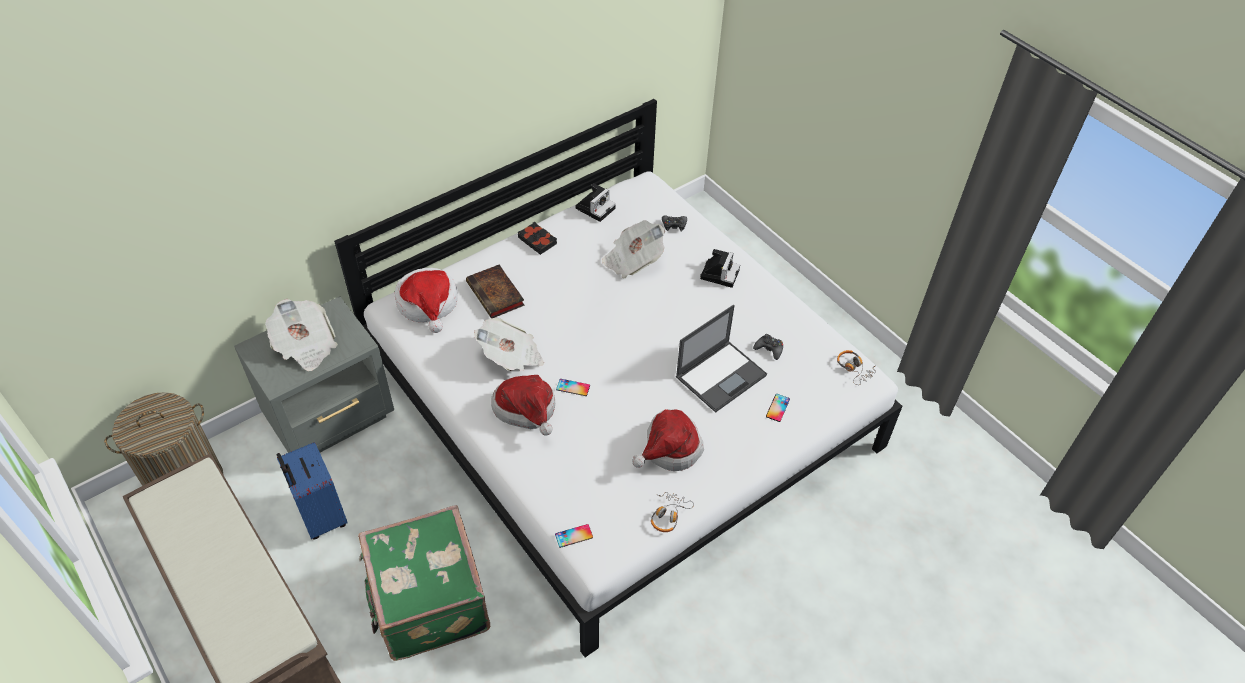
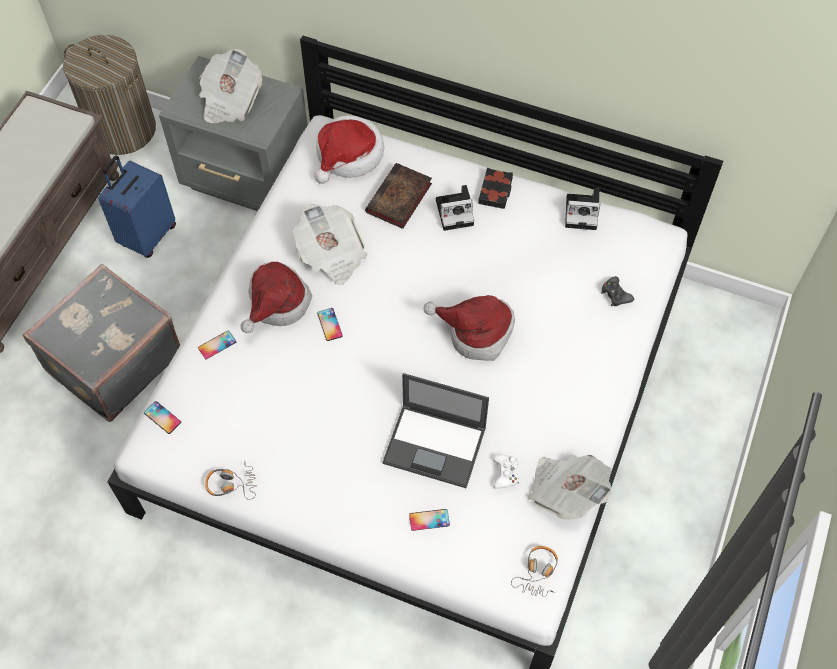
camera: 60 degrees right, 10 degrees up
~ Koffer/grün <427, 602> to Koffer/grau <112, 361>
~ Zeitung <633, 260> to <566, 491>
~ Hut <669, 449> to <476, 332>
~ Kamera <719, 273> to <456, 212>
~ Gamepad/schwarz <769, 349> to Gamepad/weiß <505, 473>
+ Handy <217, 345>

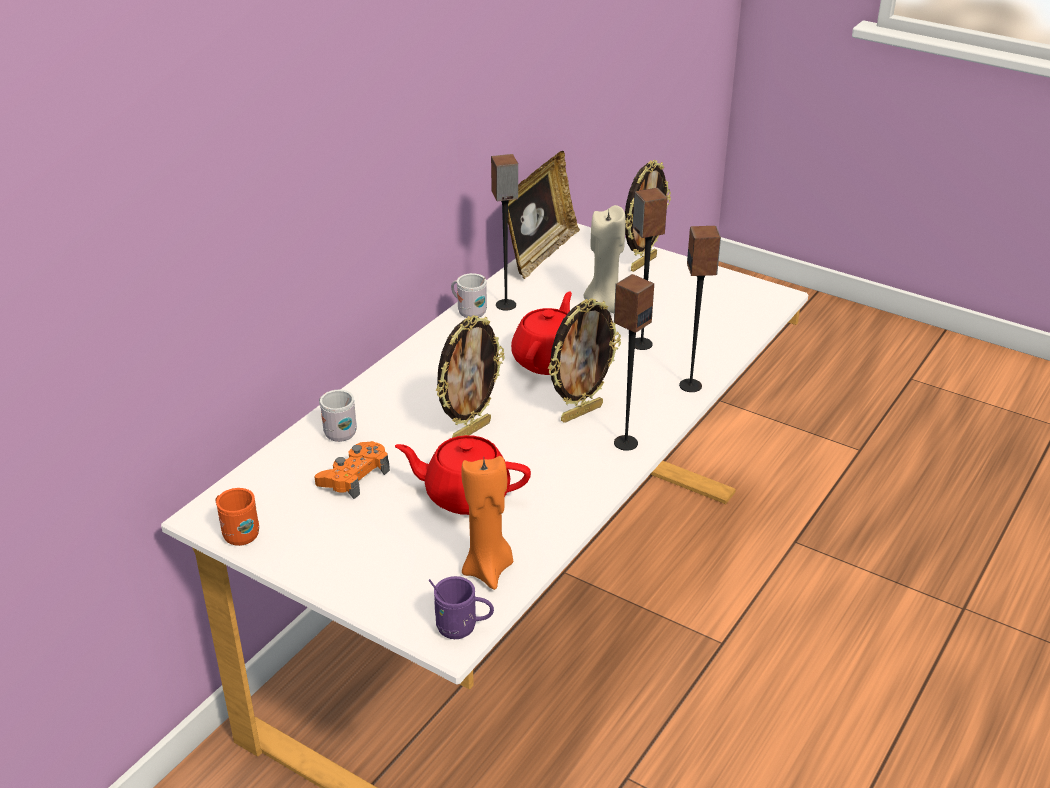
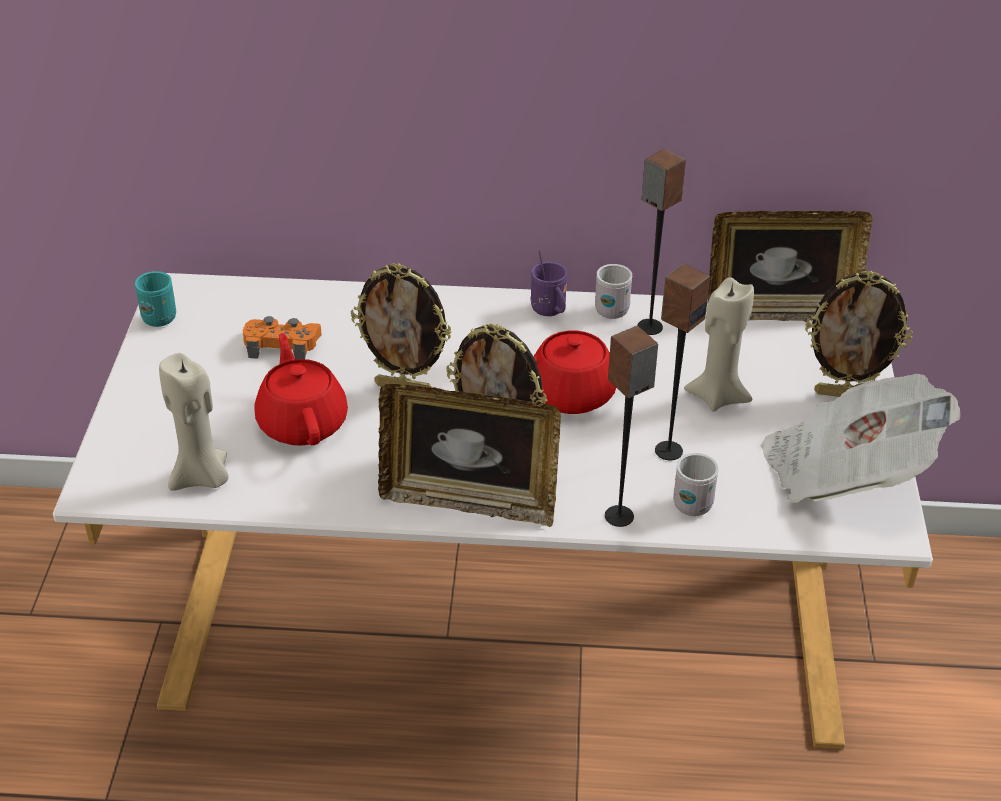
camera: 60 degrees right, 5 degrees up
~ Henkelbecher/orange <237, 533> to Henkelbecher/türkis <161, 315>
~ Henkelbecher/weiß <337, 432> to <694, 501>
~ Henkelbecher/lila <462, 628> to <550, 312>
~ Kerze/orange <488, 569> to Kerze/beige <202, 478>
~ Lautsprecher <625, 443> to Bilderrahmen <469, 501>
+ Zeitung <846, 472>

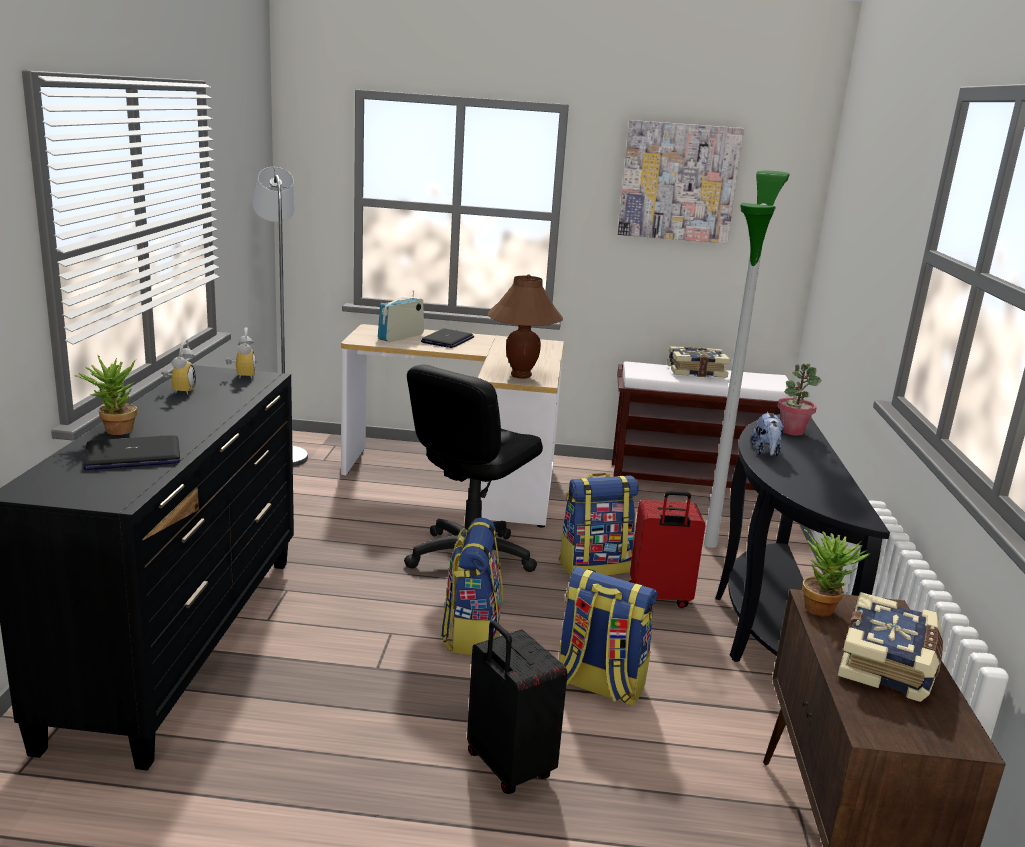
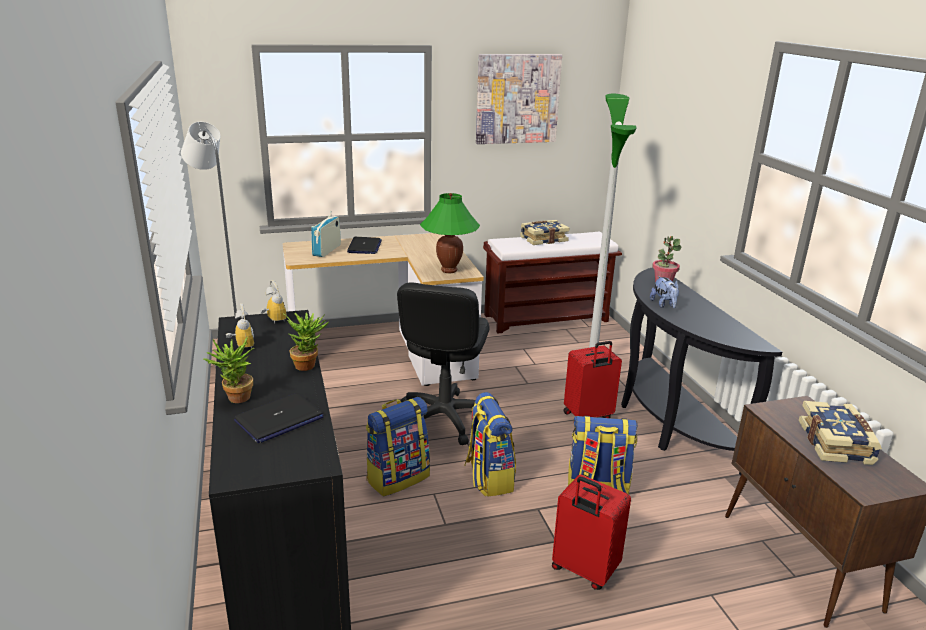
camera: 20 degrees left, 5 degrees up
~ Koffer/schwarz <507, 767> to Koffer/rot <583, 570>
~ Tischlampe/braun <521, 375> to Tischlampe/grün <449, 270>
~ Rucksack <594, 566> to <398, 477>
~ Topfpflanze <823, 608> to <308, 364>

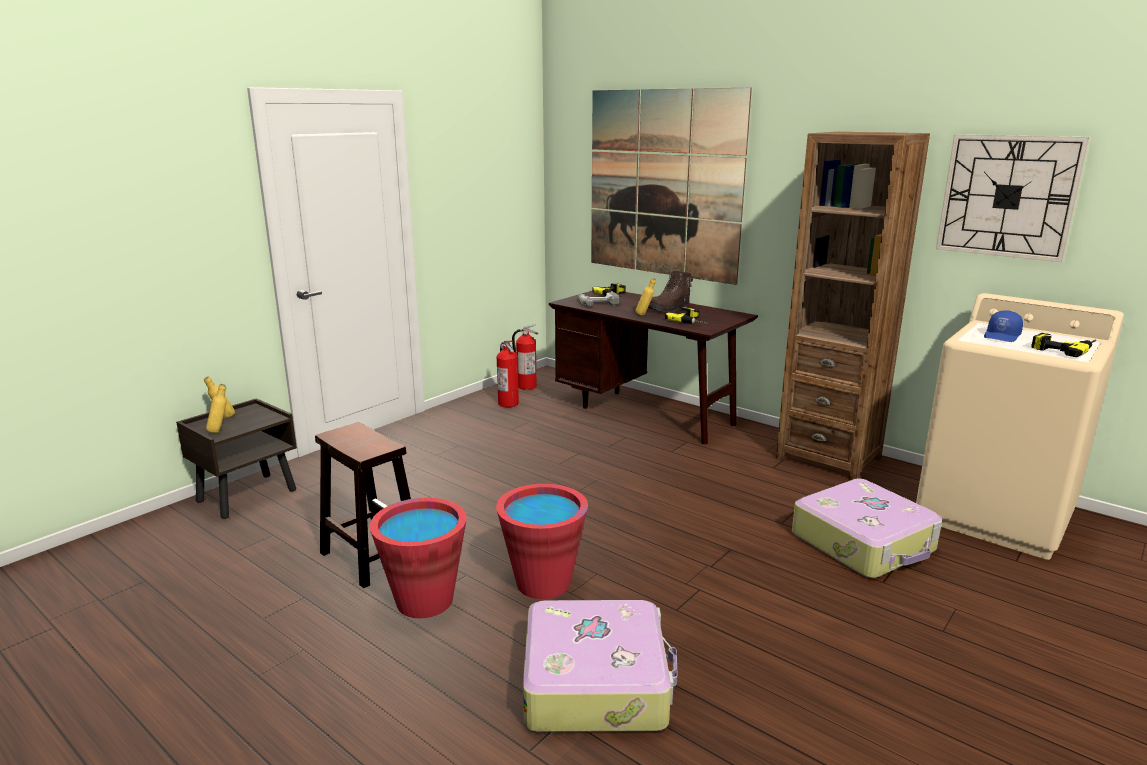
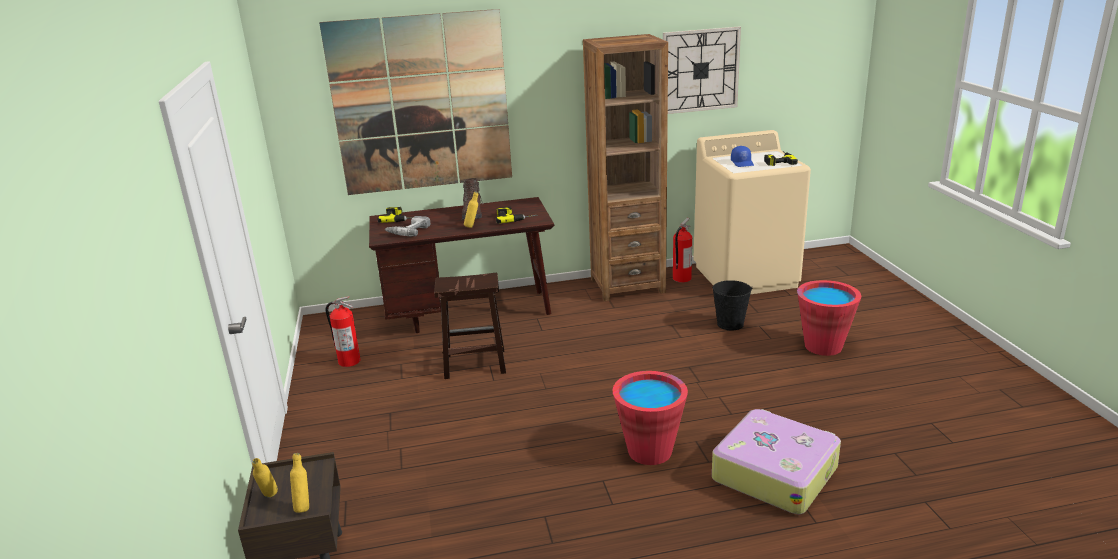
camera: 50 degrees left, 5 degrees up
~ Hocker/braun <370, 556> to <473, 364>
~ Eimer/rot <424, 601> to <823, 346>
~ Feuerlöscher <526, 386> to <681, 279>
~ Koffer <864, 543> to Eimer/schwarz <730, 324>

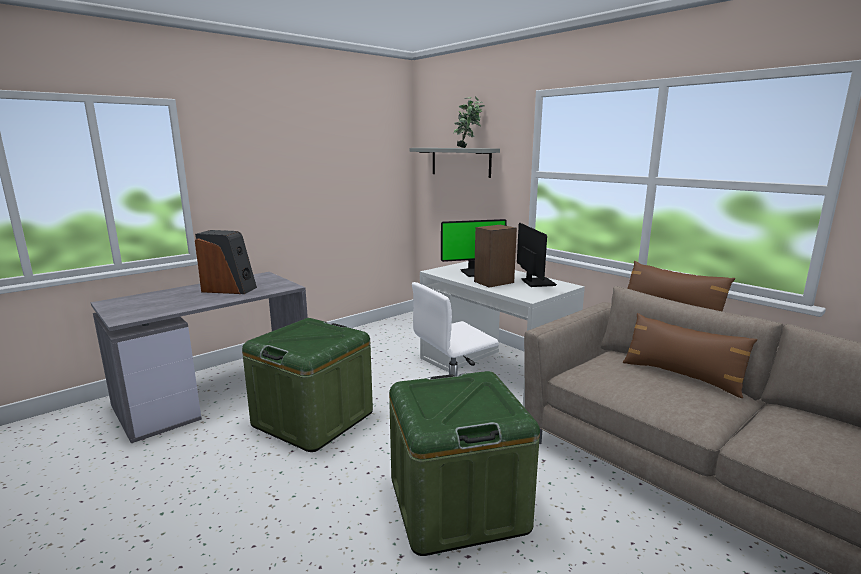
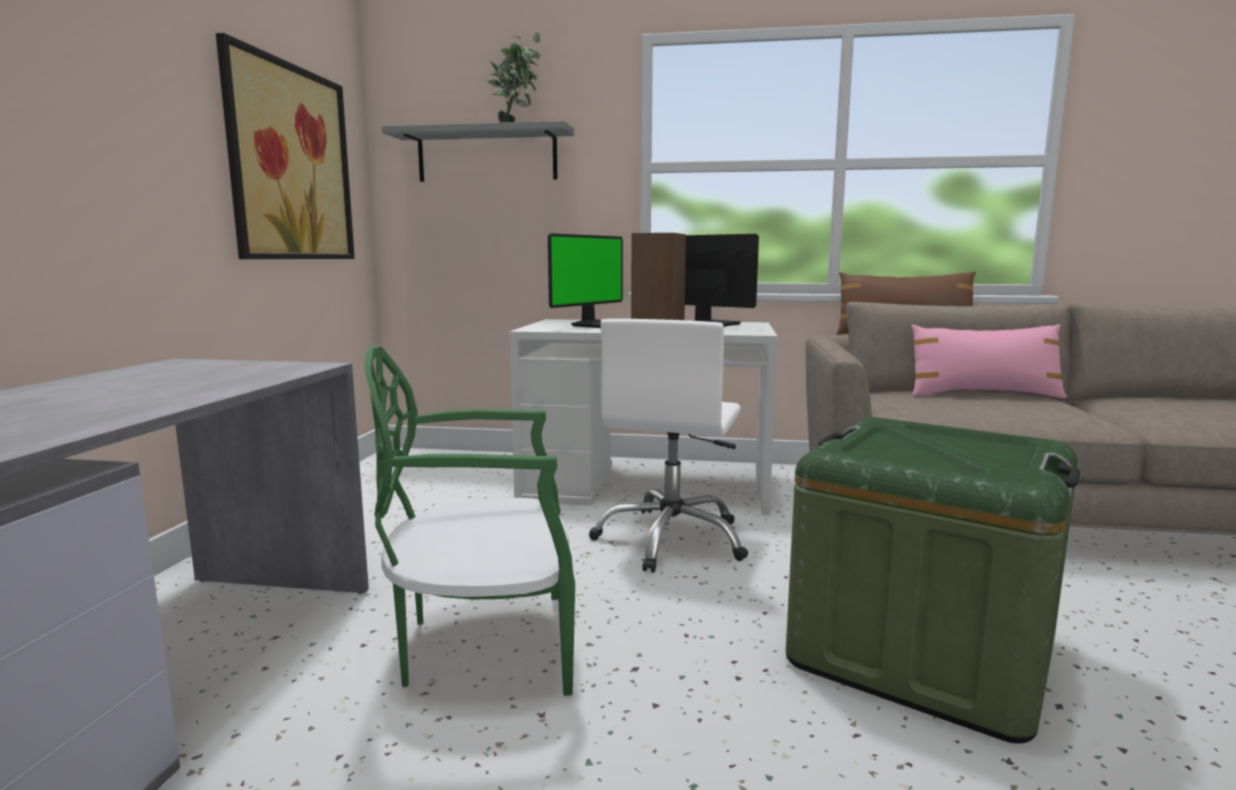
camera: 40 degrees left, 5 degrees down
- Lautsprecher <229, 289>
~ Aufbewahrungsbox/grün <313, 419> to Stuhl/grün <485, 645>
~ Kissen/braun <681, 376> to Kissen/rosa <983, 395>
+ Bild <290, 163>

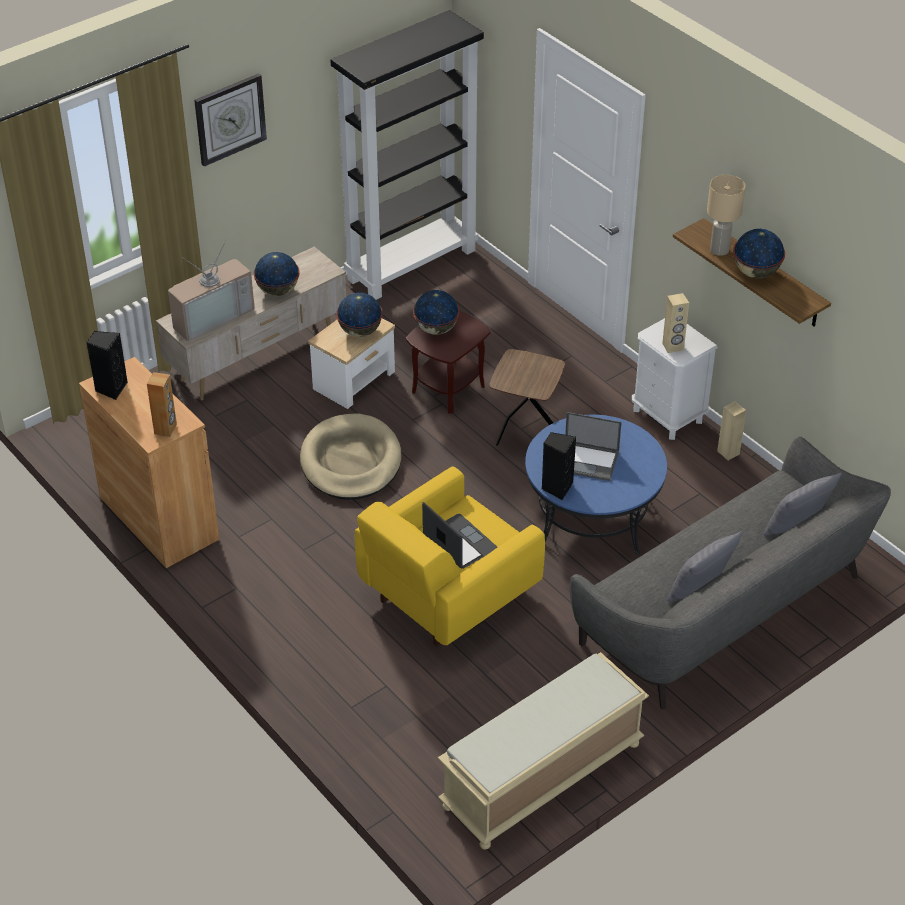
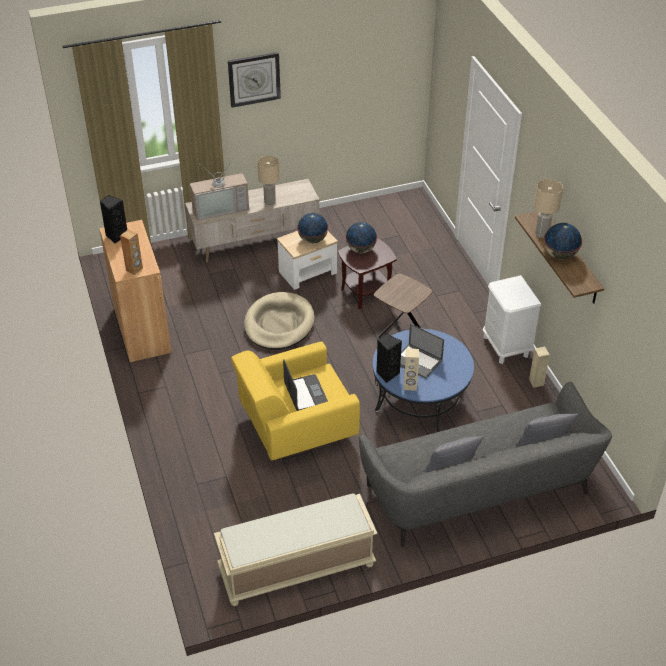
camera: 20 degrees right, 0 degrees up
~ Globus <278, 290> to Tischlampe/beige <270, 201>
- Bücherregal/schwarz <412, 264>
~ Lautsprecher/beige <673, 347> to <410, 386>

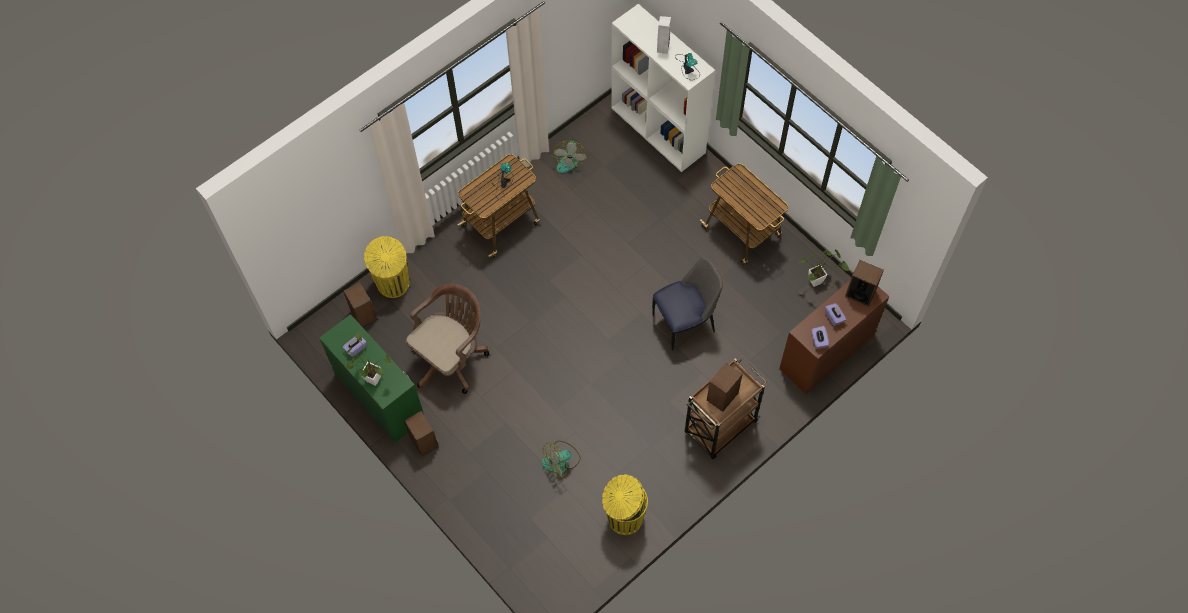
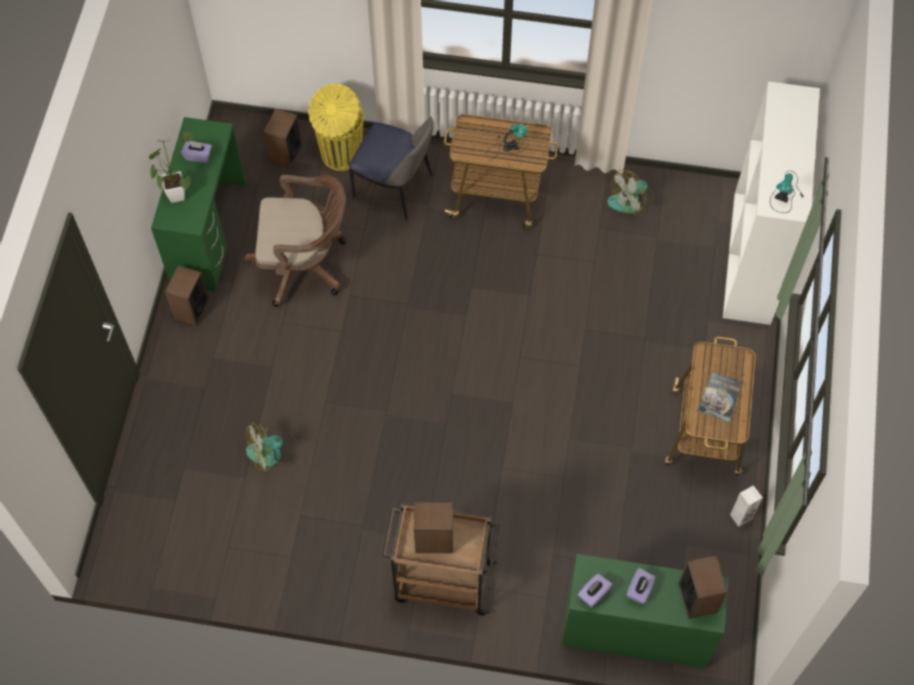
camera: 50 degrees right, 0 degrees up
~ Ventilator <561, 461> = <272, 451> 45 degrees counterclockwise
- Mülleimer/gelb <624, 518>
~ Stuhl <685, 322> to <395, 188>
~ Lautsprecher/weiß <663, 48> to <741, 517>
~ Schreibtisch/braun <827, 352> to Schreibtisch/grün <635, 631>
- Topfpflanze <818, 280>
+ Buch <719, 397>

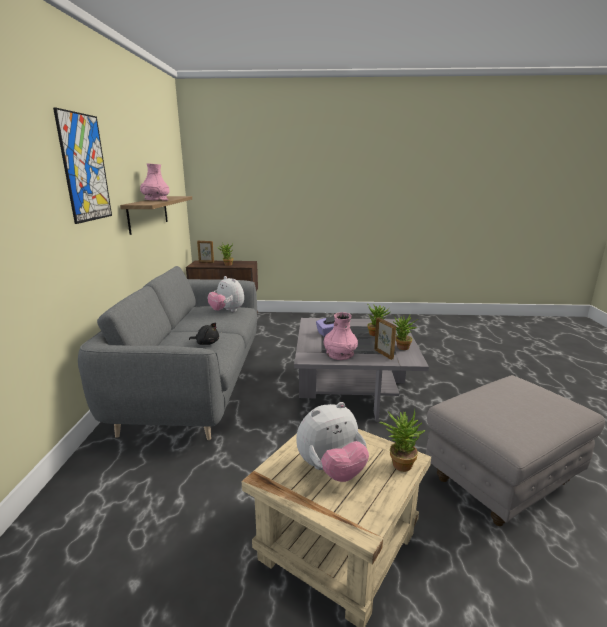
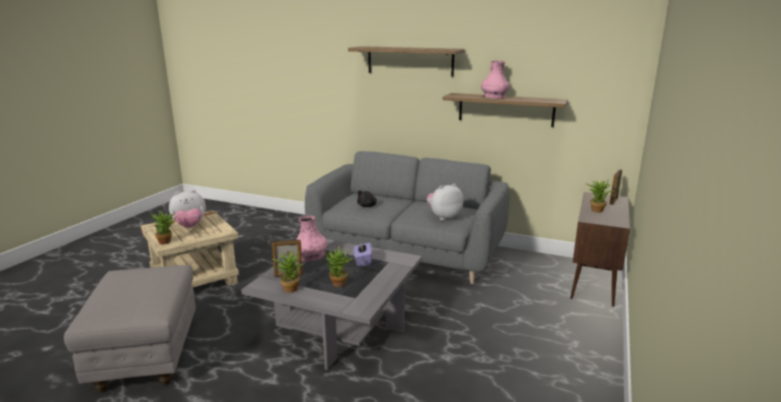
camera: 110 degrees right, 0 degrees up
~ Bild <85, 168> to Wandregal <410, 61>
~ Plüschtier <331, 470> = <190, 226> 105 degrees counterclockwise

